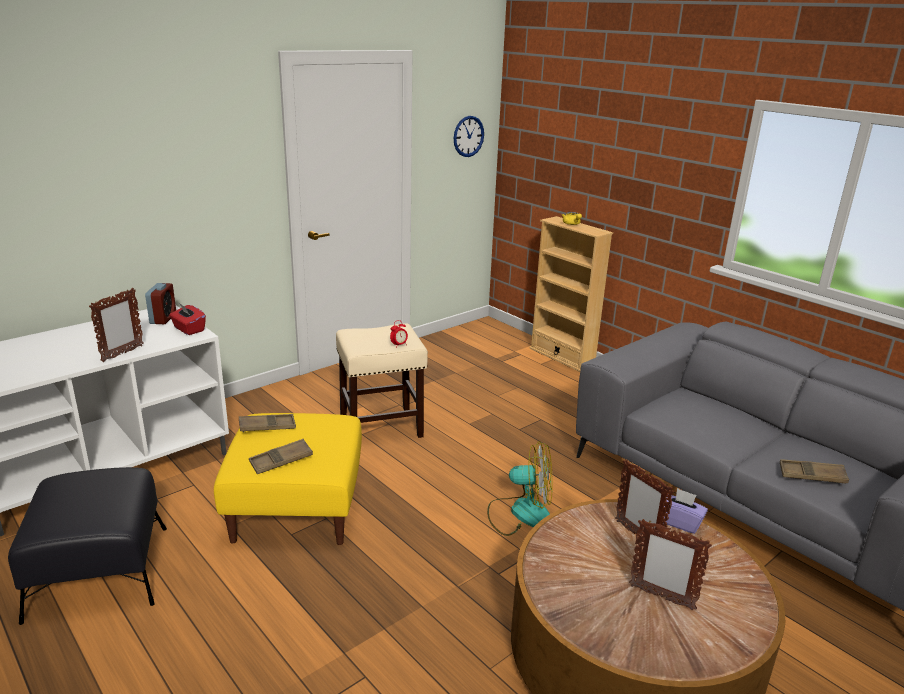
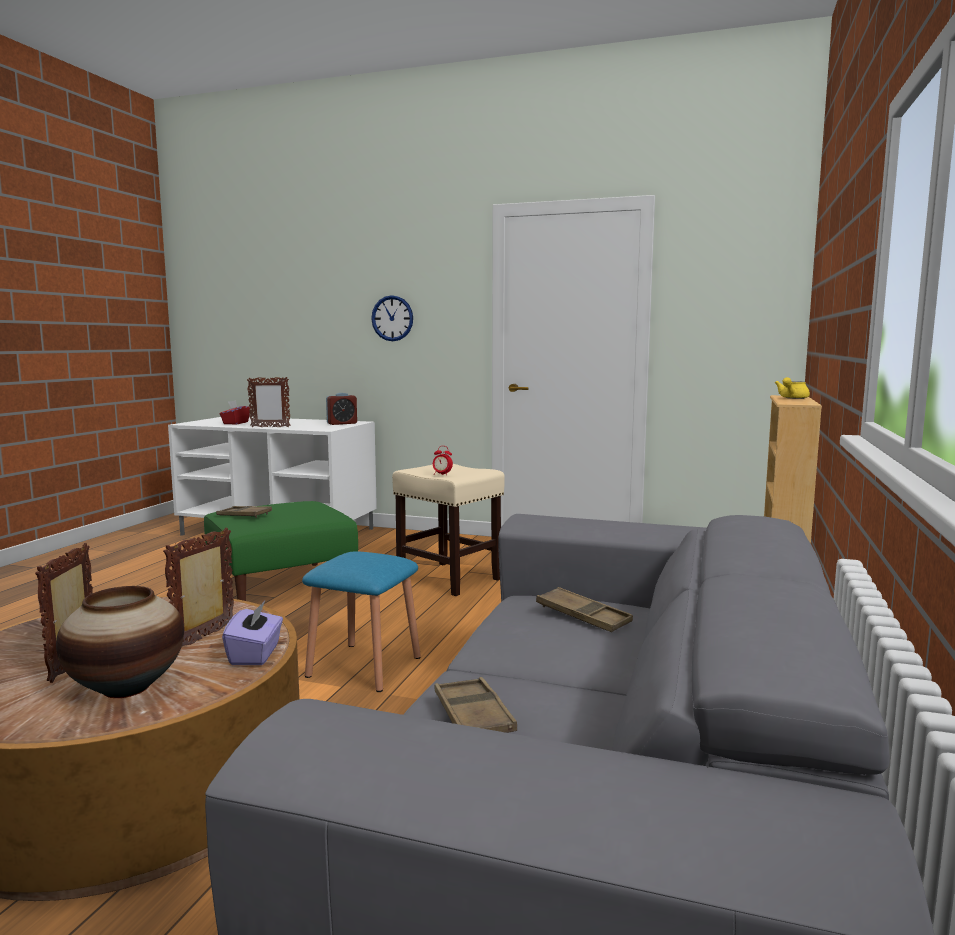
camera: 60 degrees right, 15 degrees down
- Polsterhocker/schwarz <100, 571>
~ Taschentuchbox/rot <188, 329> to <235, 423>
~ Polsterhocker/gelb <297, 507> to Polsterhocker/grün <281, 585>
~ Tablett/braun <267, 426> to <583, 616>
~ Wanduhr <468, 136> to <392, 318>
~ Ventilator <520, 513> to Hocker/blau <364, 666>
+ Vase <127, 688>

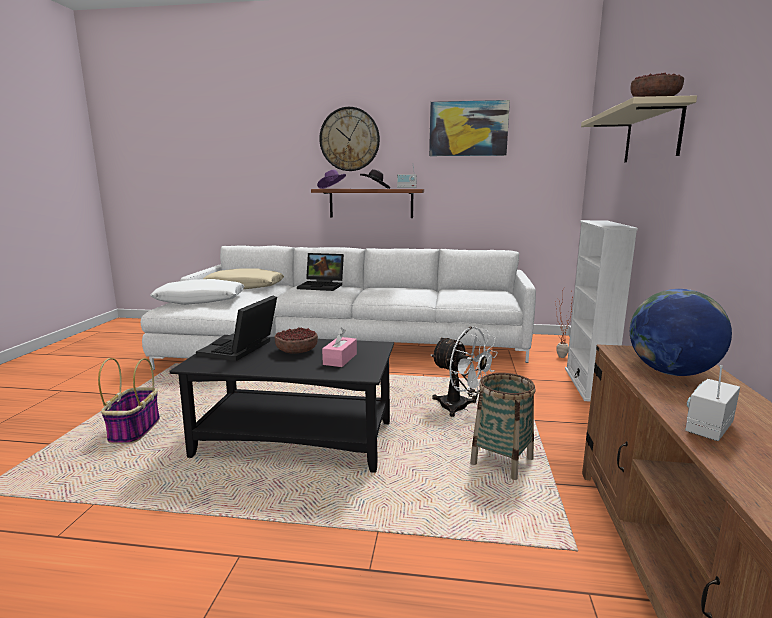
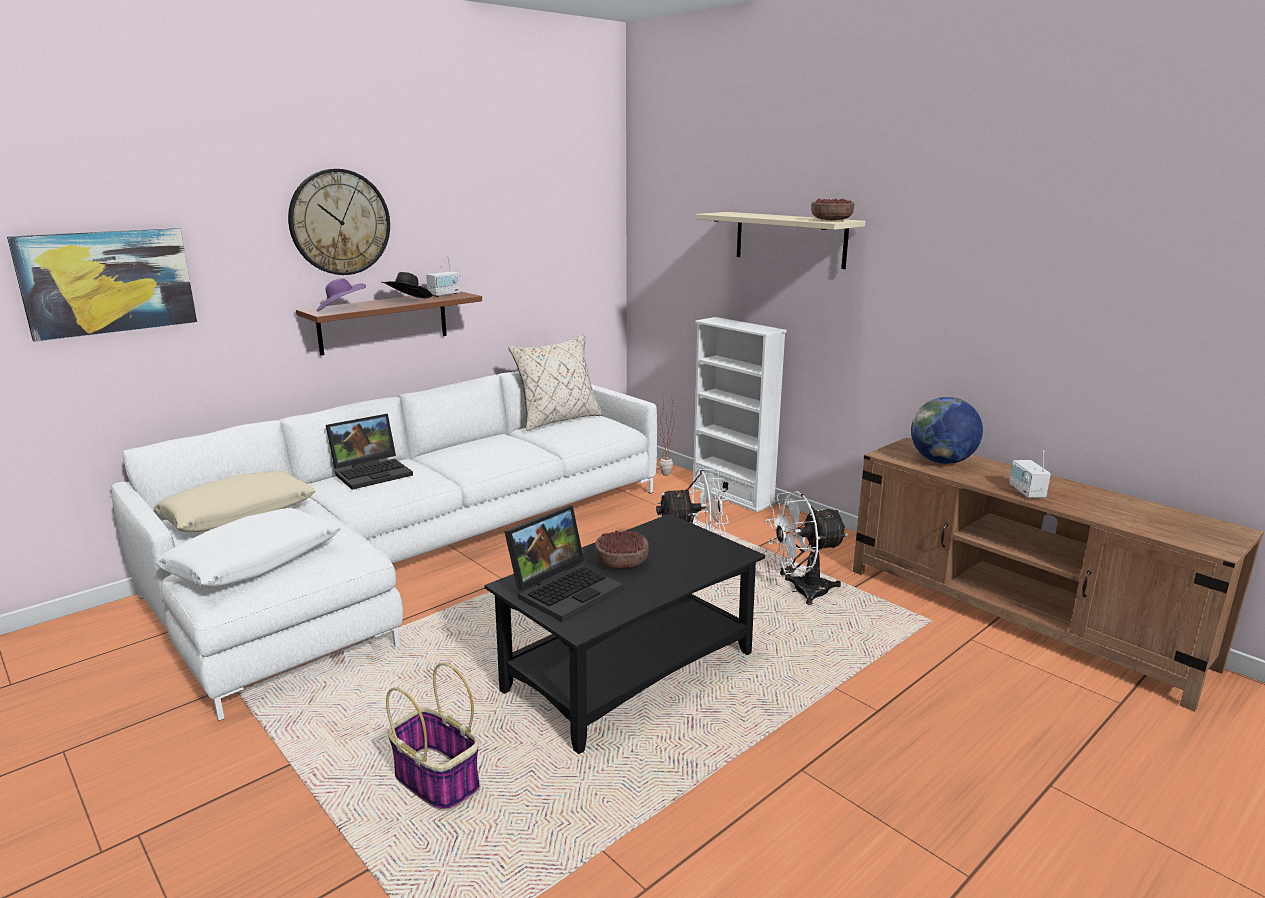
camera: 50 degrees left, 5 degrees up
~ Laptop <240, 349> = <566, 589> 105 degrees counterclockwise
- Taschentuchbox/rosa <340, 359>
~ Bild <468, 129> to <108, 282>
~ Korb <502, 462> to Ventilator/weiß <801, 591>
+ Kissen/beige <558, 420>

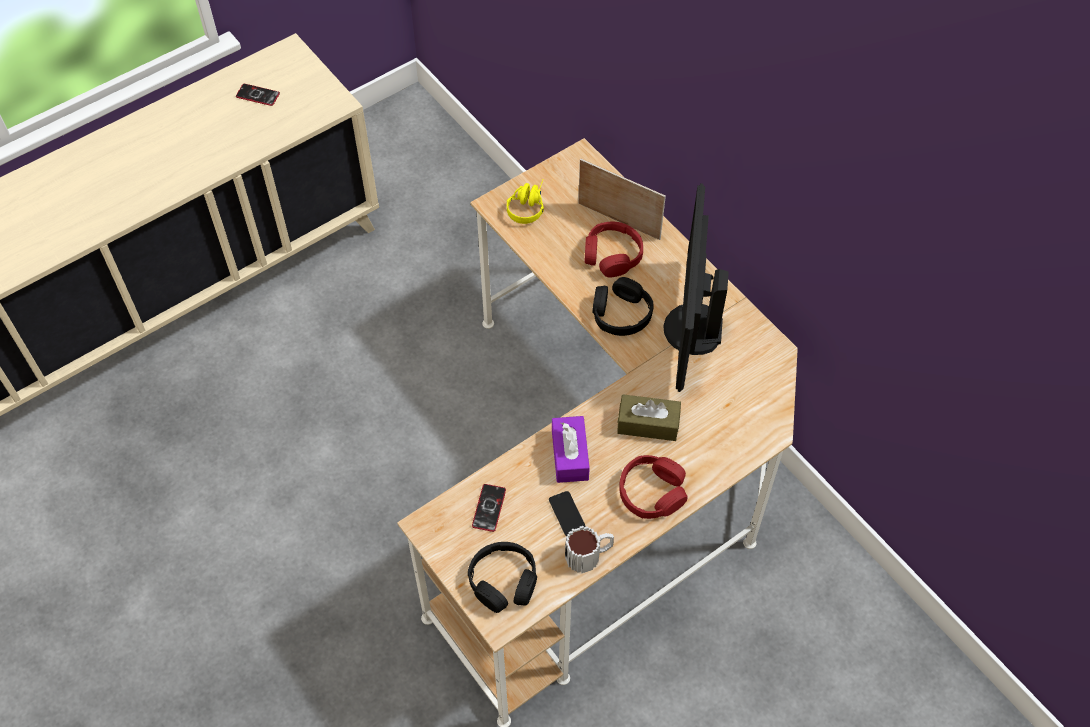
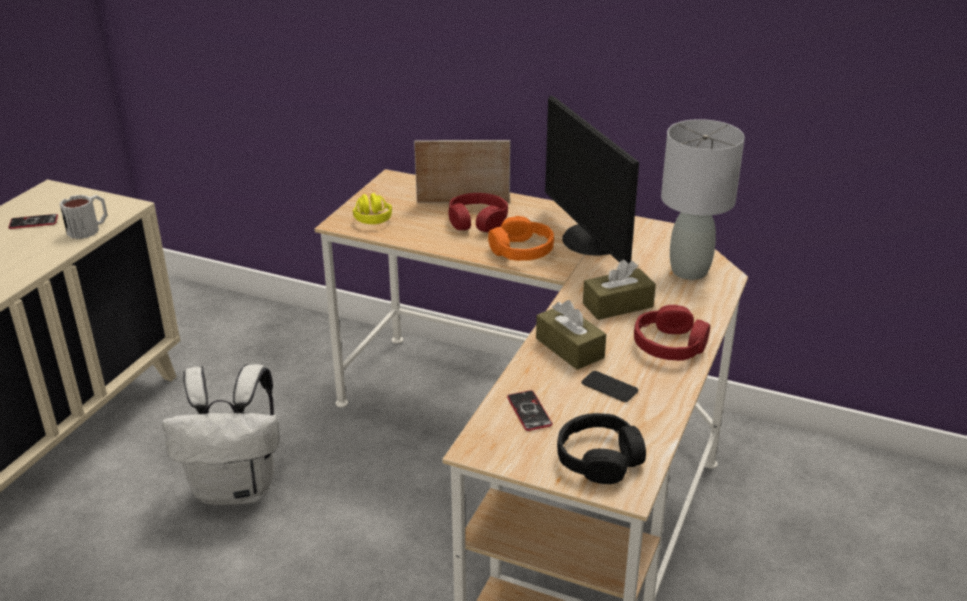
camera: 30 degrees left, 25 degrees down
~ Taschentuchbox/lila <570, 455> to Taschentuchbox/braun <569, 348>
~ Henkelbecher <589, 555> to <89, 229>
~ Kopfhörer/schwarz <621, 314> to Kopfhörer/orange <521, 250>
+ Rucksack/weiß <237, 488>
+ Tischlampe/grau <689, 270>

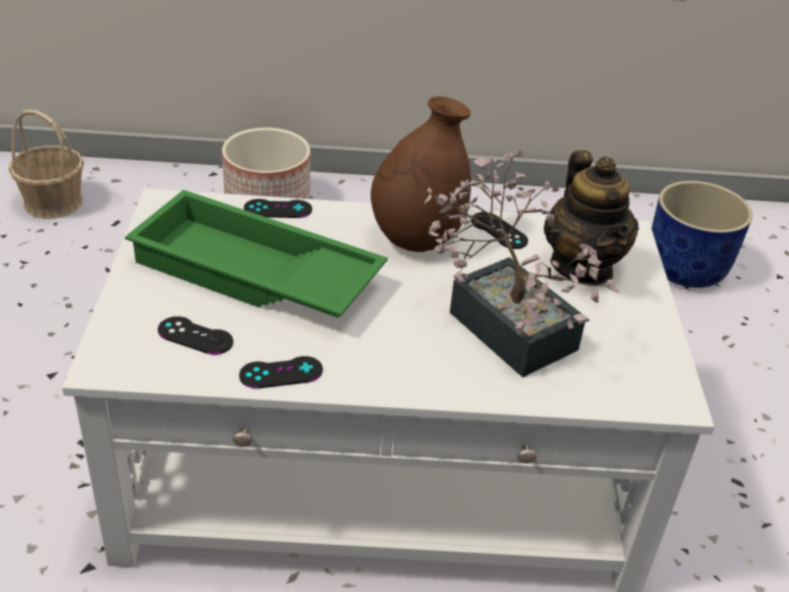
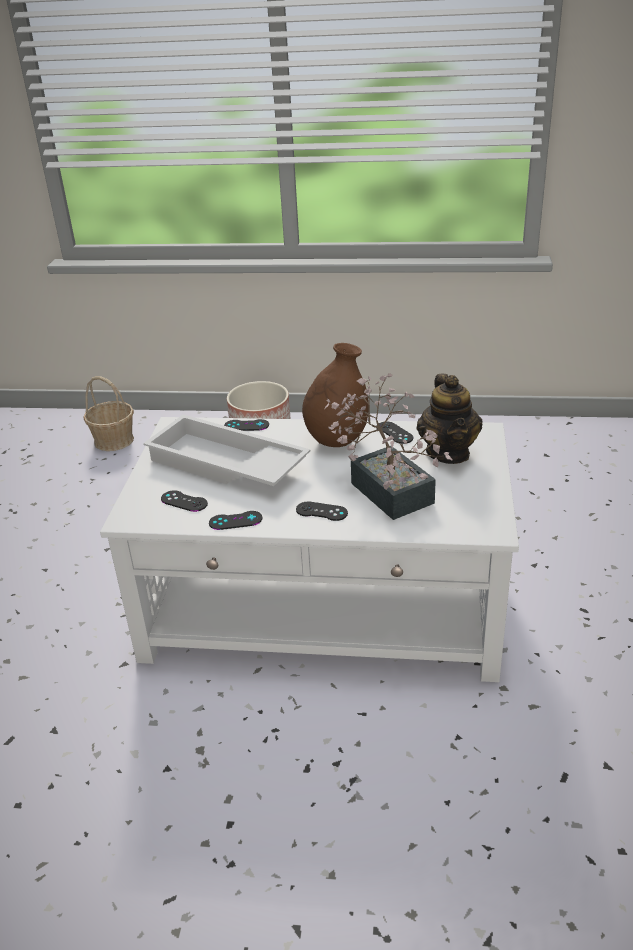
camera: 10 degrees right, 5 degrees down
~ Tablett/grün <252, 275> to Tablett/weiß <225, 465>
- Pflanzkübel/blau <686, 269>
+ Gamepad/schwarz <321, 511>

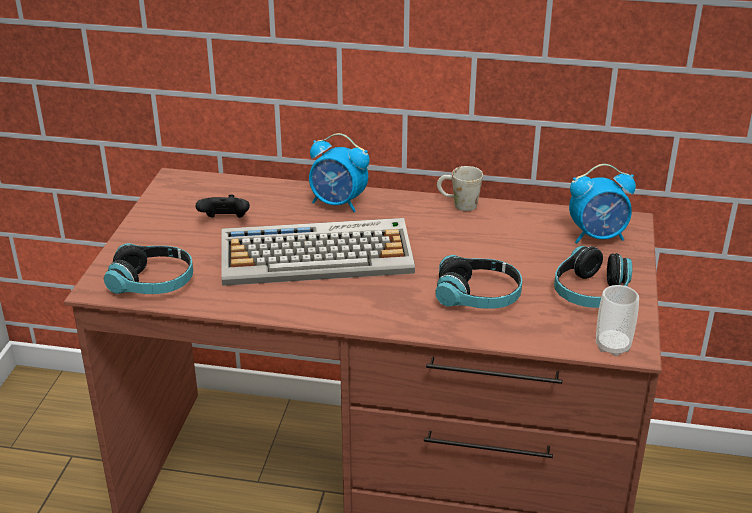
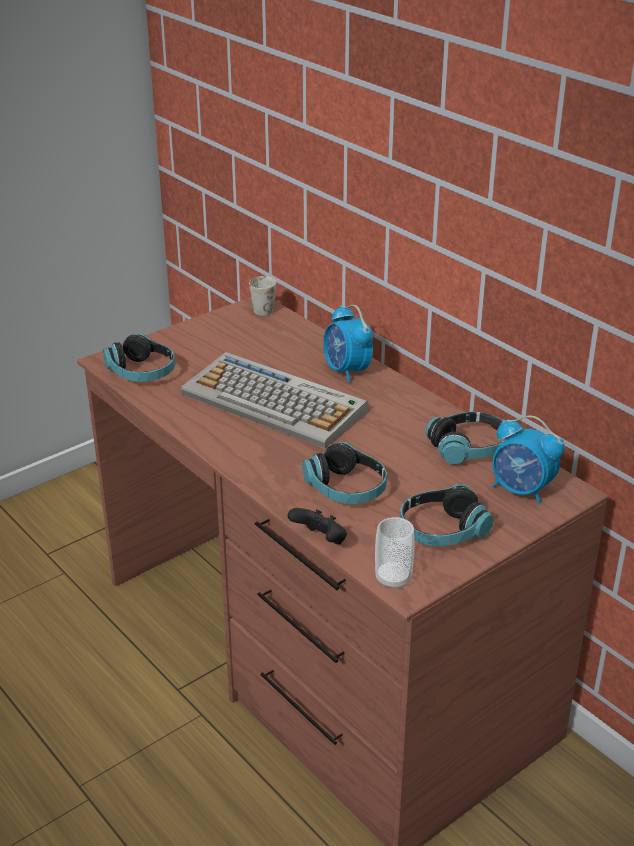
camera: 40 degrees right, 0 degrees up
~ Gamepad/schwarz <225, 221> to <320, 541>
~ Henkelbecher/weiß <458, 204> to <260, 308>
+ Kopfhörer <468, 448>

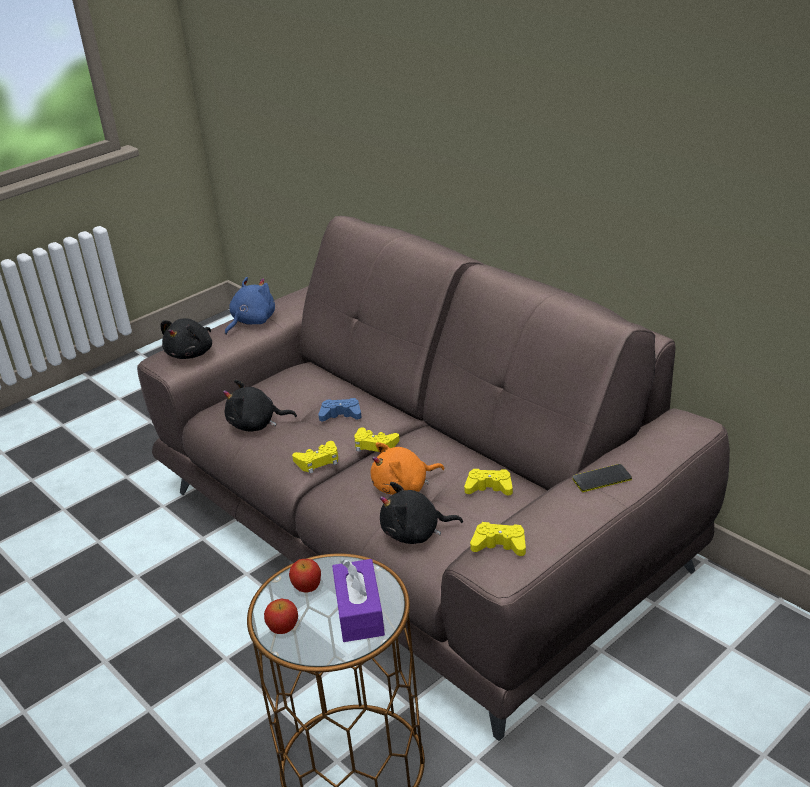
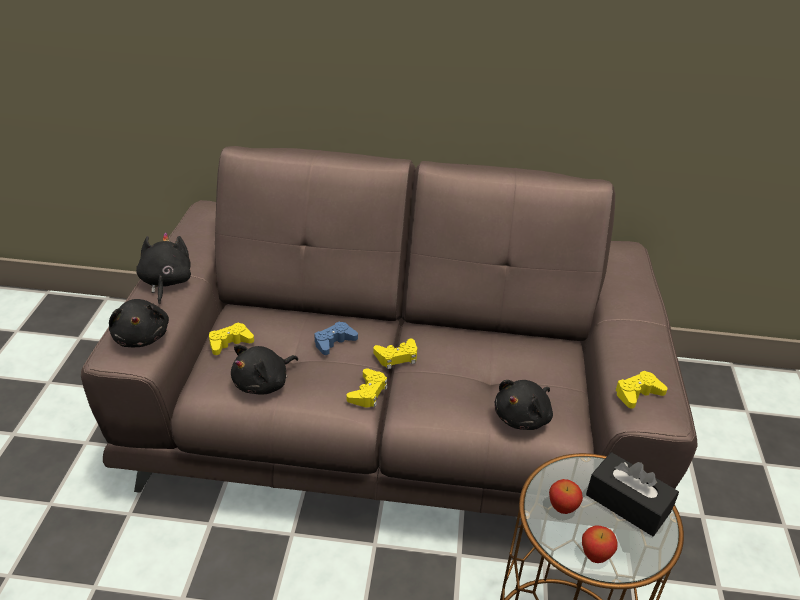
camera: 45 degrees left, 5 degrees up
~ Plüschtier/blau <251, 322> to Plüschtier/schwarz <165, 282>
~ Taschentuchbox/lila <359, 611> to Taschentuchbox/schwarz <627, 503>
- Plüschtier/orange <404, 487>
~ Gamepad/gelb <489, 487> to <230, 343>
- Handy <601, 479>

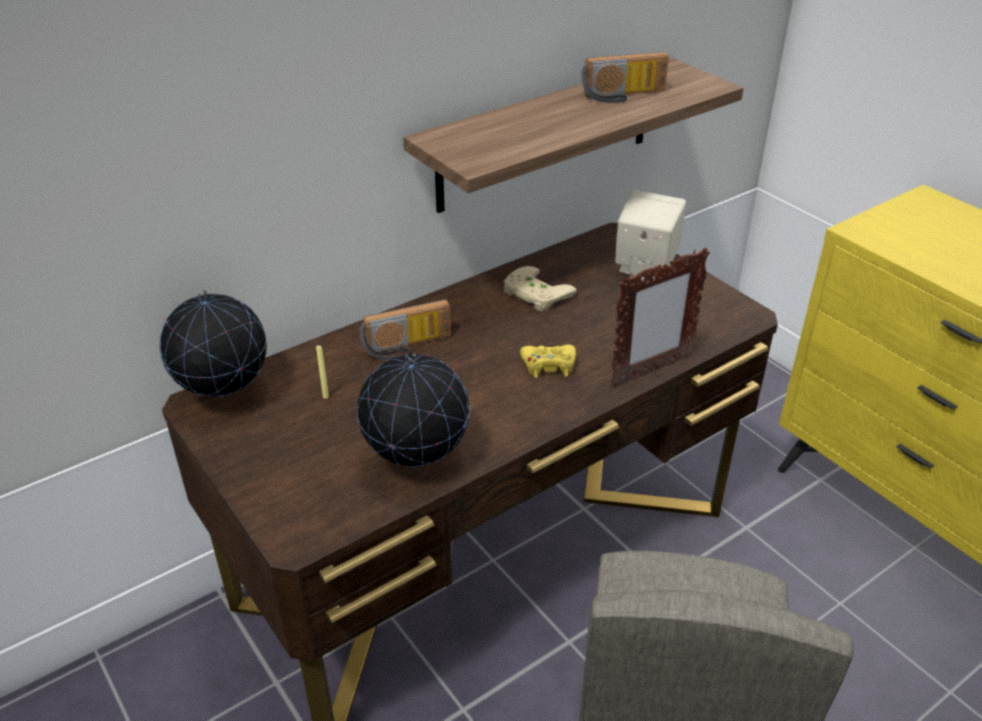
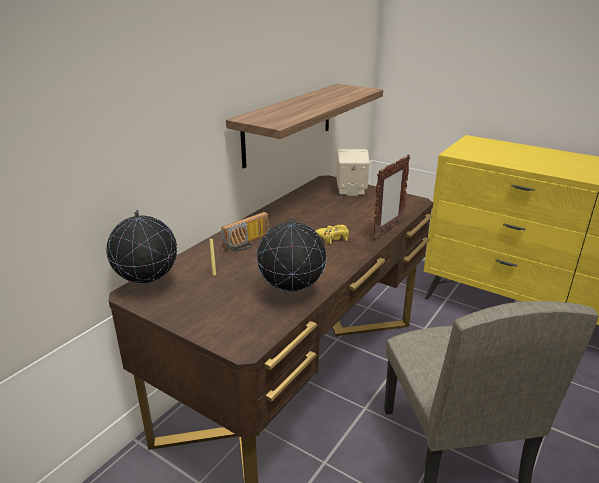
camera: 20 degrees left, 10 degrees down
- Gamepad/beige <534, 294>
- Radio <624, 96>

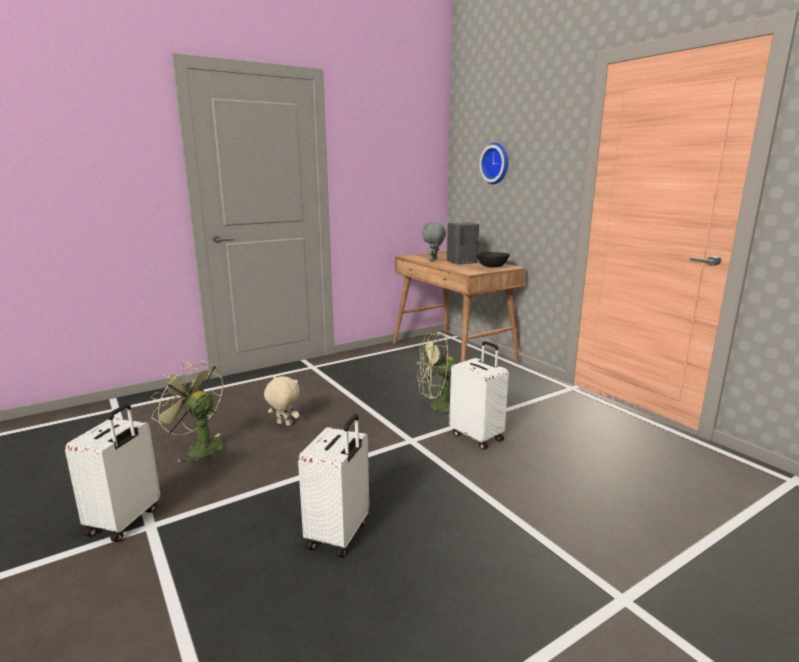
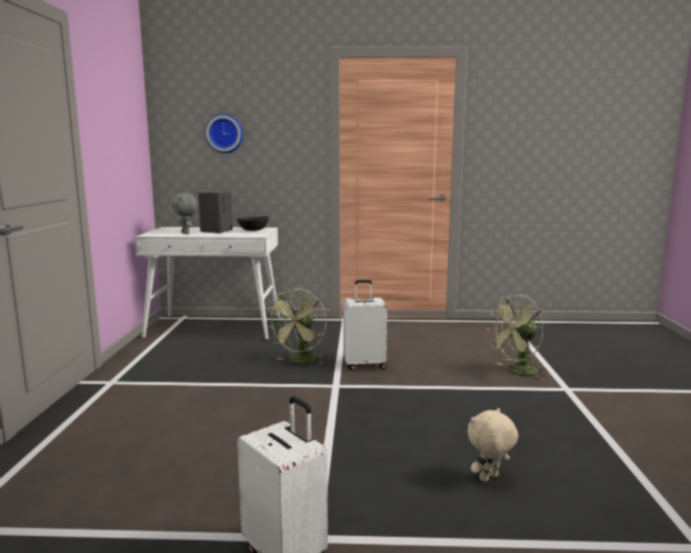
camera: 55 degrees left, 5 degrees down
~ Ventilator/grün <198, 448> to <517, 372>
~ Plüschtier/beige <283, 424> to <489, 478>
- Koffer/weiß <339, 535>
~ Schreibtisch/braun <453, 353> to Schreibtisch/weiß <215, 327>

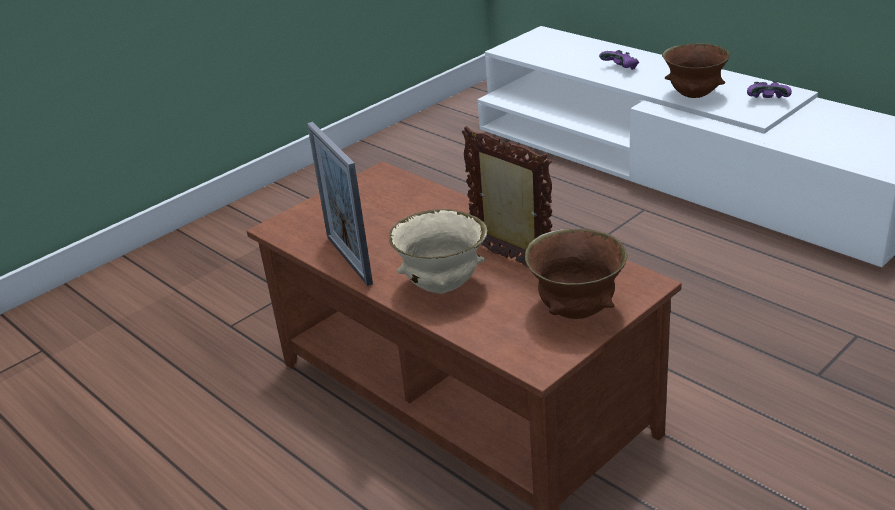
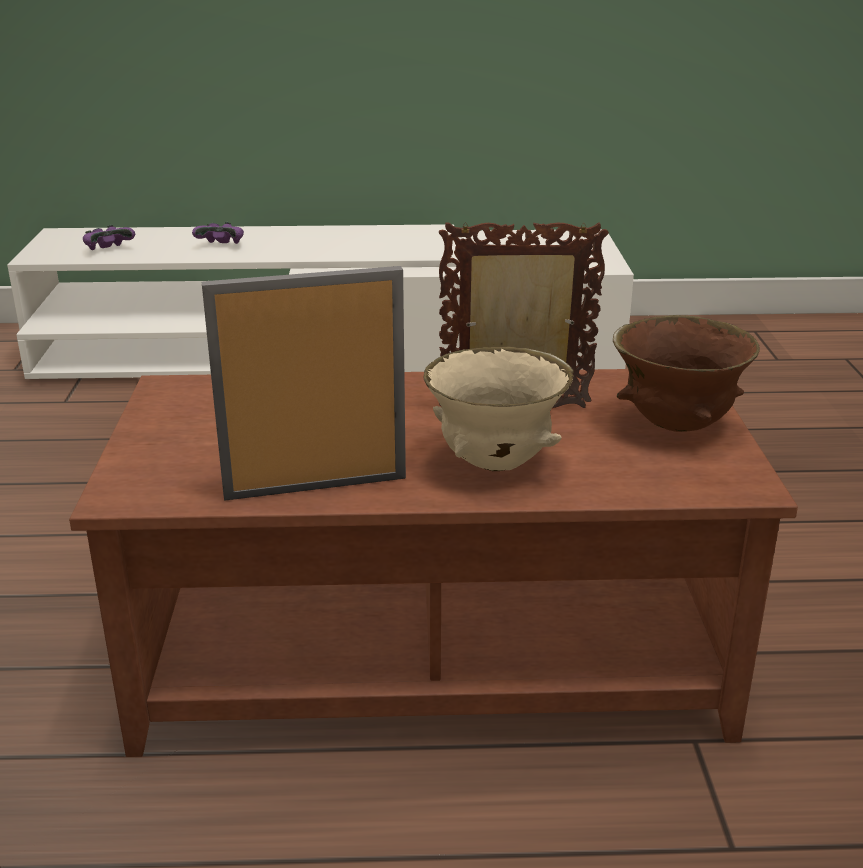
camera: 50 degrees left, 5 degrees down
~ Bilderrahmen <349, 260> = <315, 486> 150 degrees clockwise
- Schüssel/braun <694, 95>
~ Gamepad/lila <767, 101> to <108, 250>

